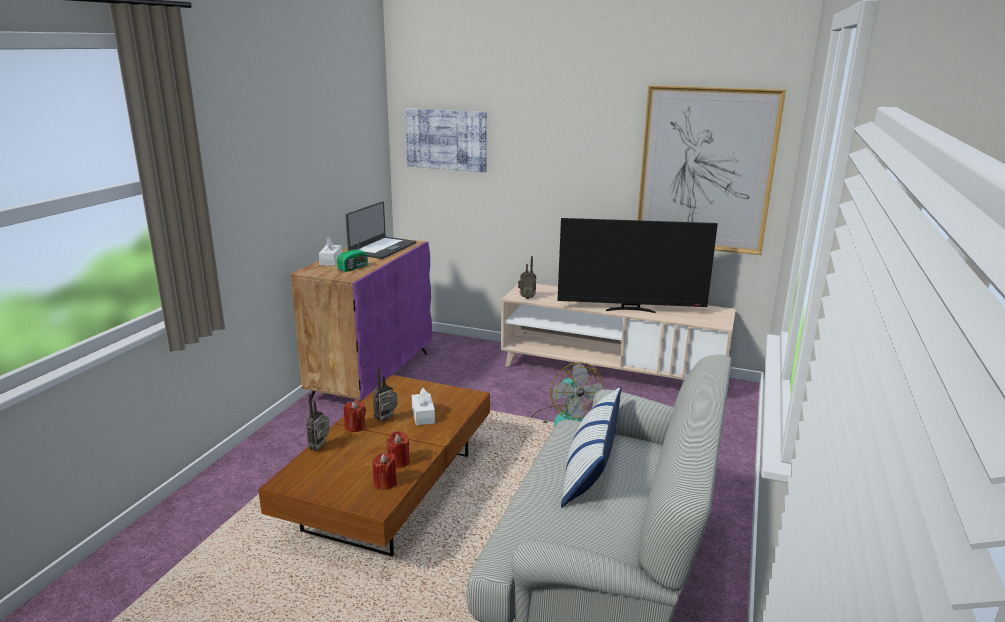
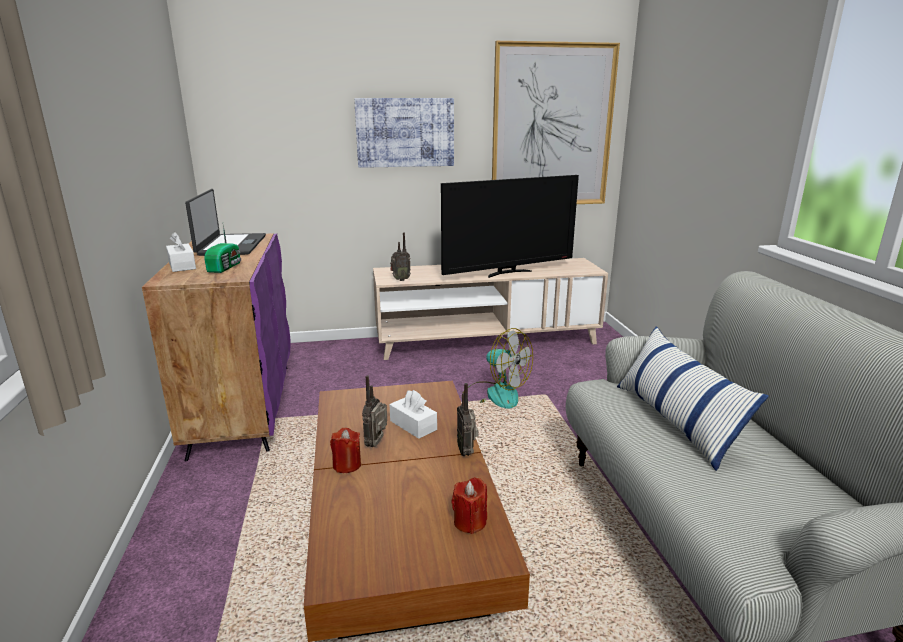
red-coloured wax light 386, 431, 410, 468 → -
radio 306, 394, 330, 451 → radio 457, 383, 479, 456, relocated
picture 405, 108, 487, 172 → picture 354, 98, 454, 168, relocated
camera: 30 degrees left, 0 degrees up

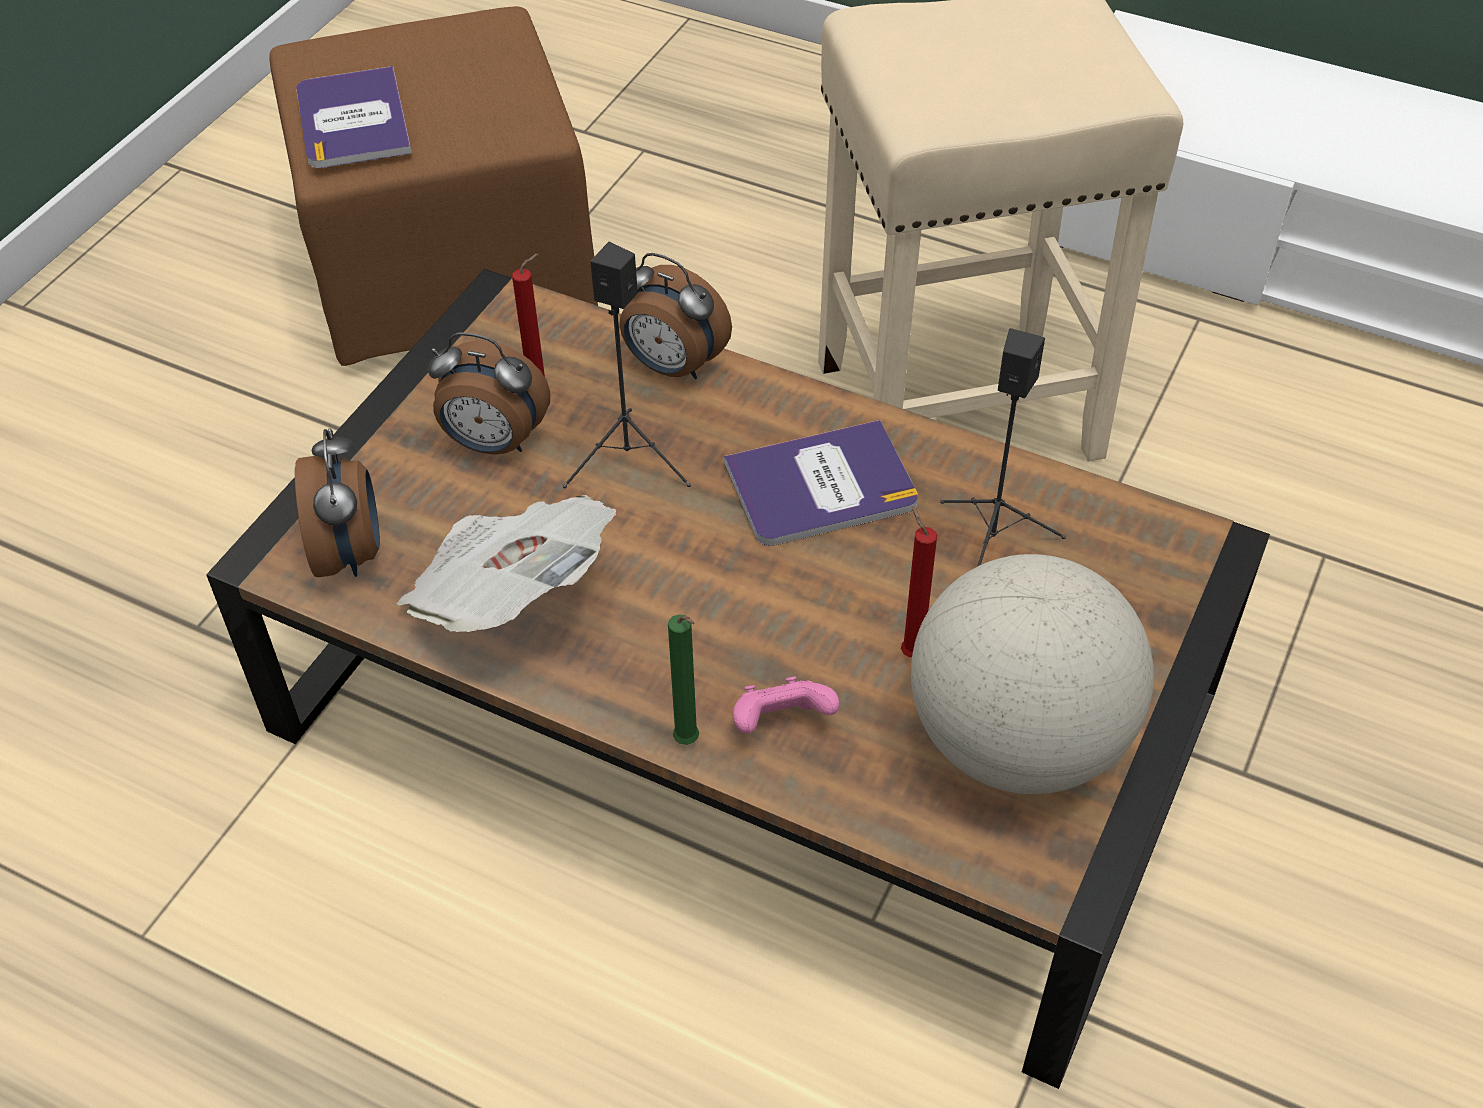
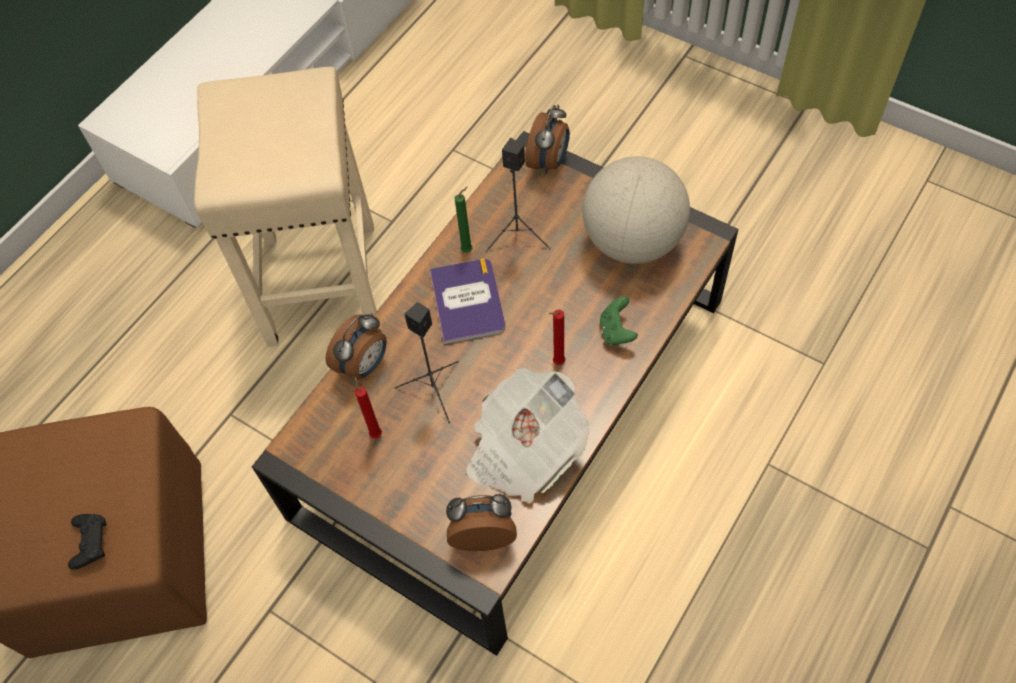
alarm clock 428, 332, 551, 455 → alarm clock 525, 105, 570, 174, relocated
green-coloured wax light 668, 614, 699, 745 → green-coloured wax light 455, 186, 472, 253, relocated
red-coloured wax light 901, 506, 937, 658 → red-coloured wax light 549, 310, 566, 365, relocated
book 296, 66, 412, 168 → blackish gamepad 68, 514, 106, 570
pink-coloured gamepad 733, 677, 840, 733 → green-coloured gamepad 600, 296, 638, 345
camera: 80 degrees left, 10 degrees up

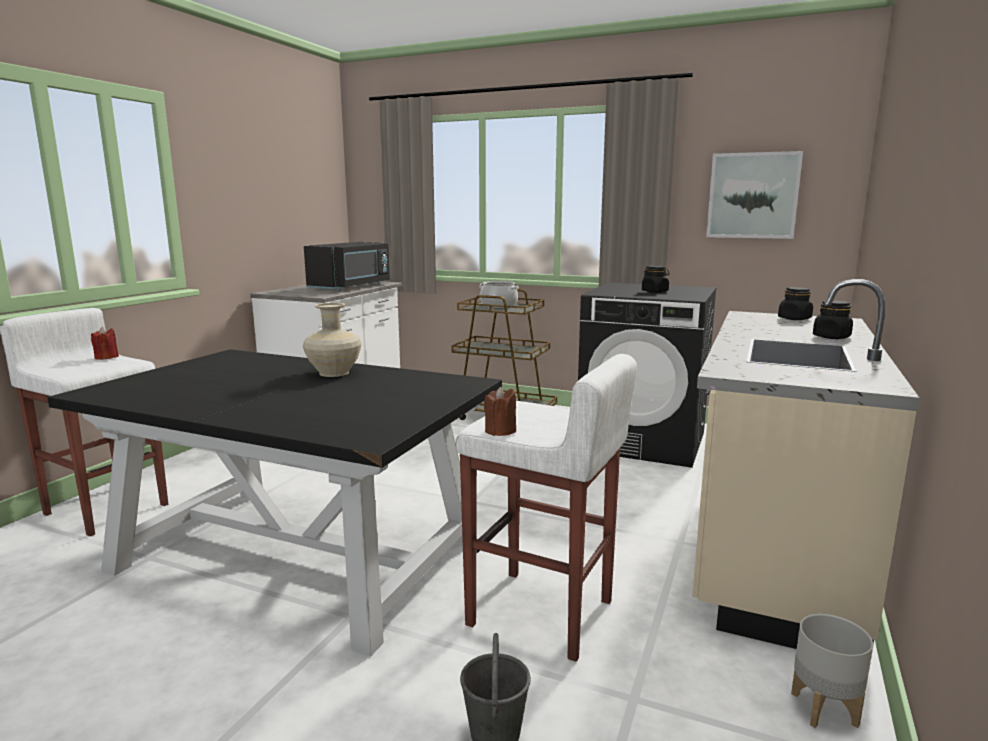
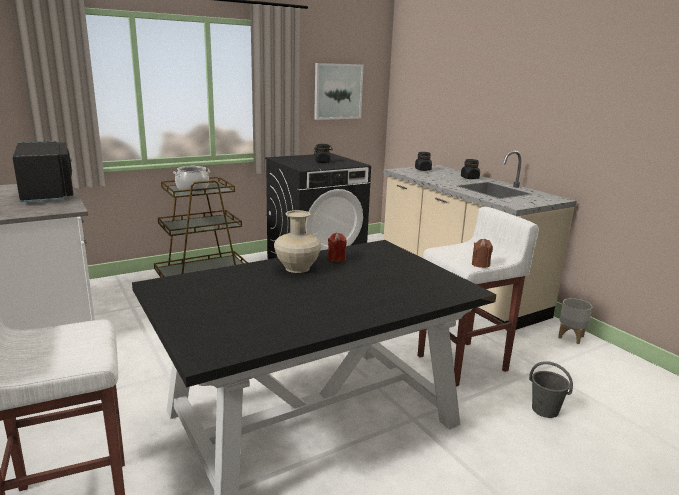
red-coloured wax light 91, 327, 119, 360 → red-coloured wax light 328, 233, 347, 262, relocated
camera: 55 degrees left, 5 degrees up

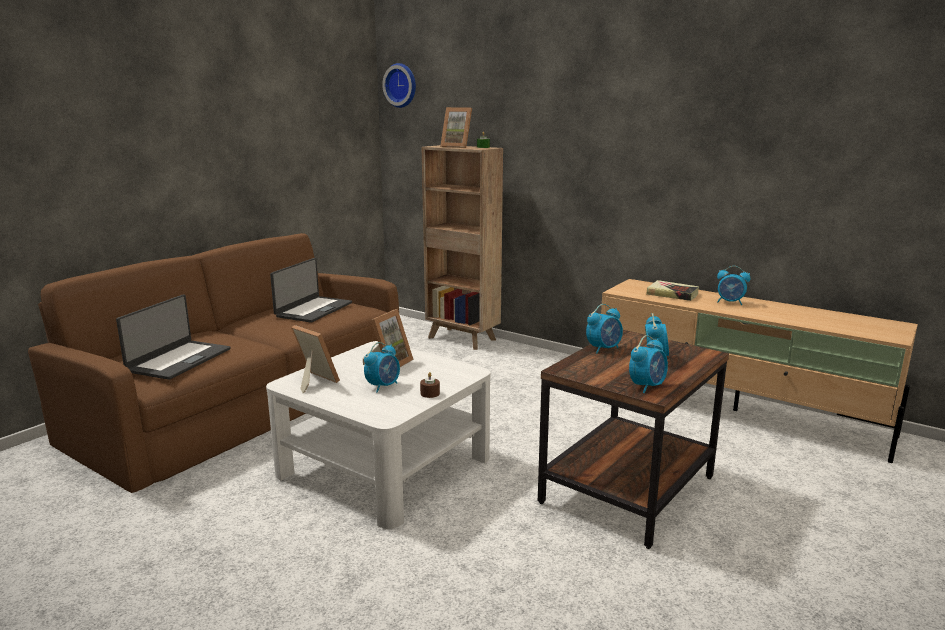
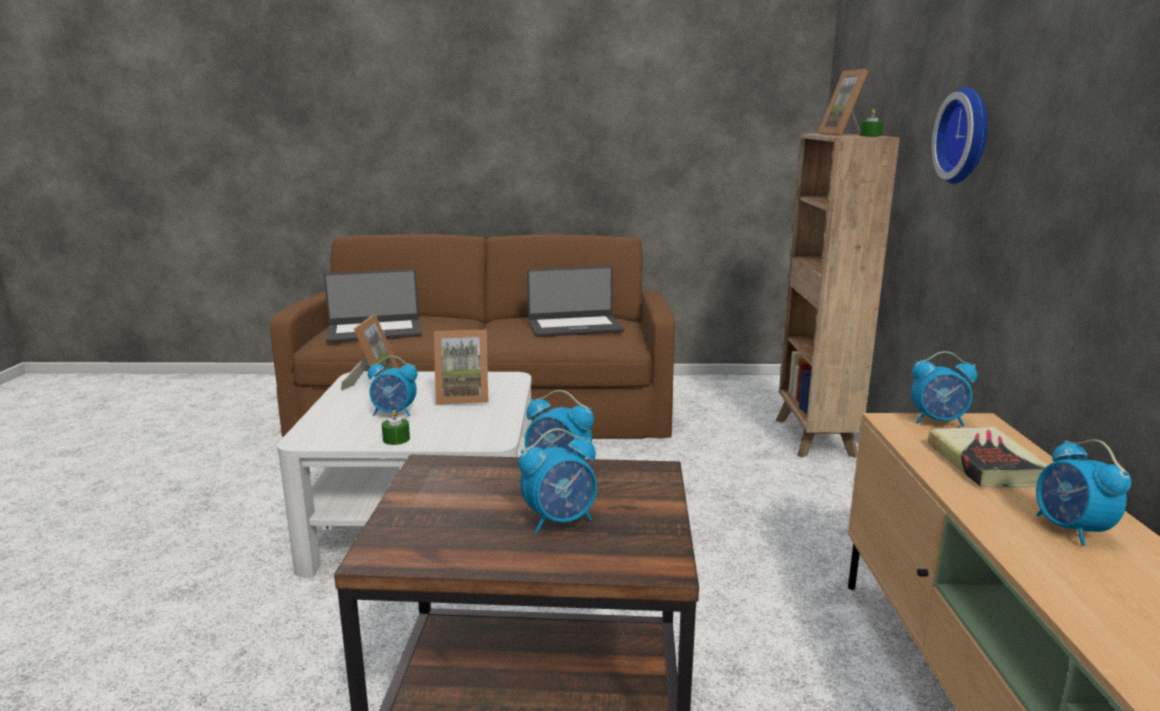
clock on the wall 382, 63, 416, 108 → clock on the wall 932, 87, 988, 184, relocated
alarm clock 629, 335, 668, 393 → alarm clock 911, 351, 977, 427, relocated
brown-coloured wax light 420, 372, 440, 398 → green-coloured wax light 382, 410, 410, 445
camera: 55 degrees right, 0 degrees up

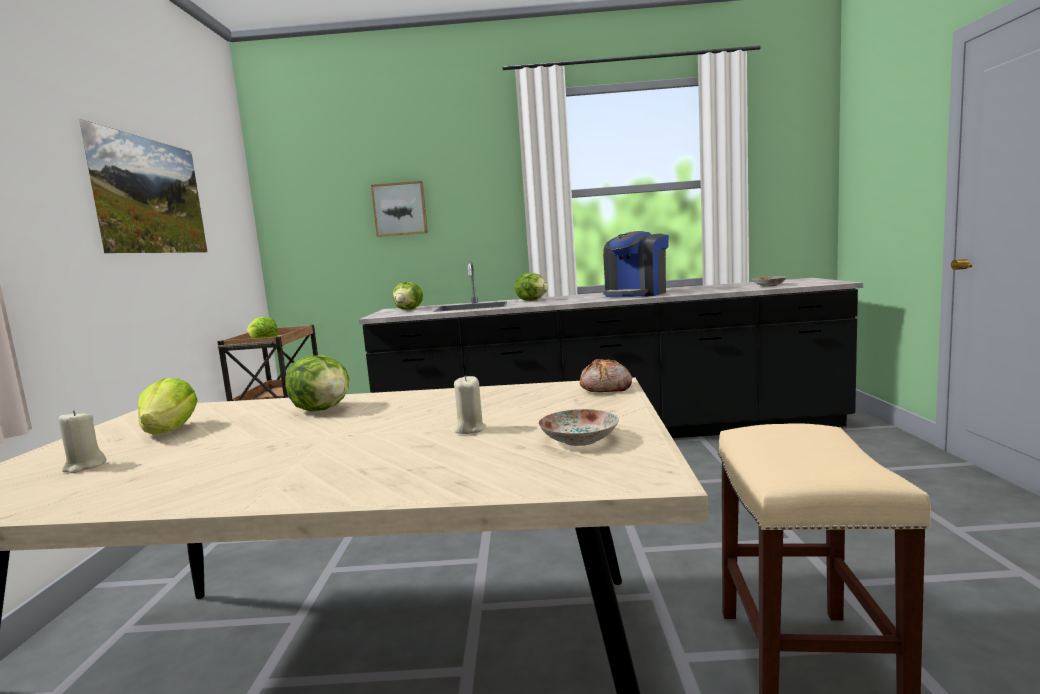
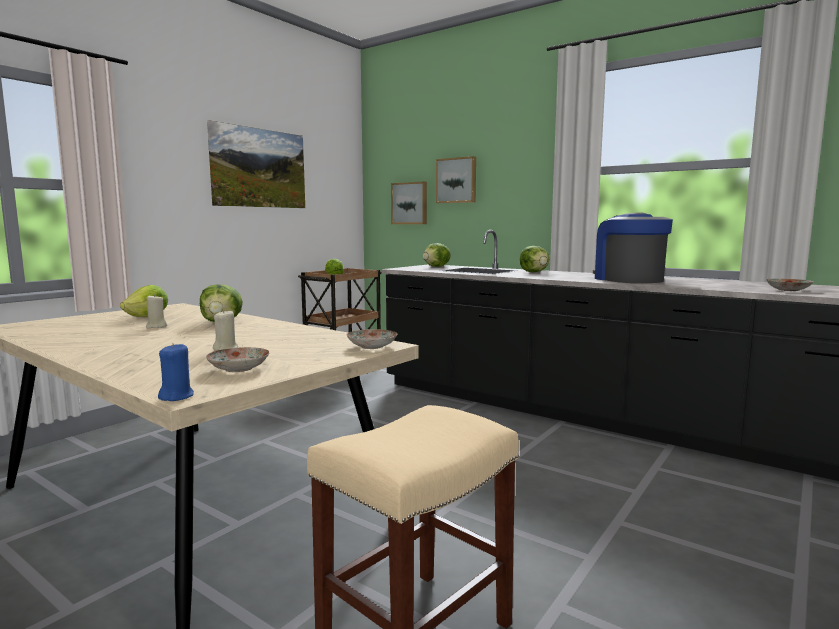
- → bluish wax light 158, 343, 194, 401
- → picture 391, 182, 427, 224
beige wax light 59, 410, 106, 473 → beige wax light 146, 294, 167, 329, relocated
bread 580, 359, 632, 392 → plate 346, 329, 397, 349
coffee maker 603, 231, 669, 297 → coffee maker 593, 212, 673, 283, 90 degrees clockwise
camera: 35 degrees right, 0 degrees up

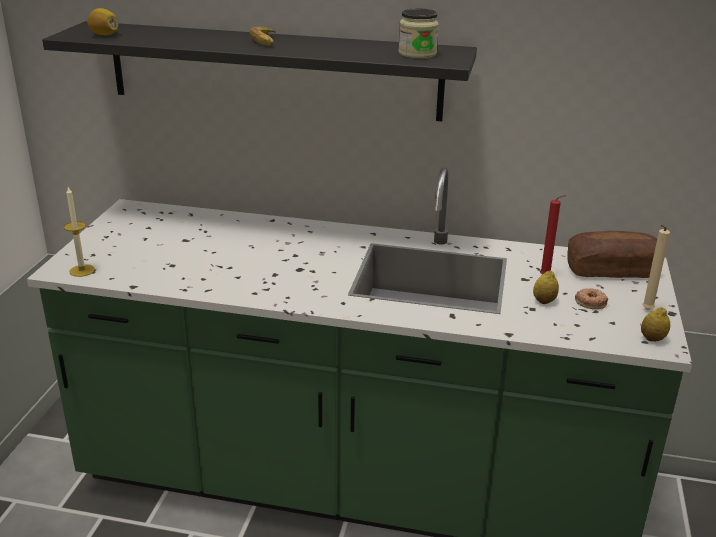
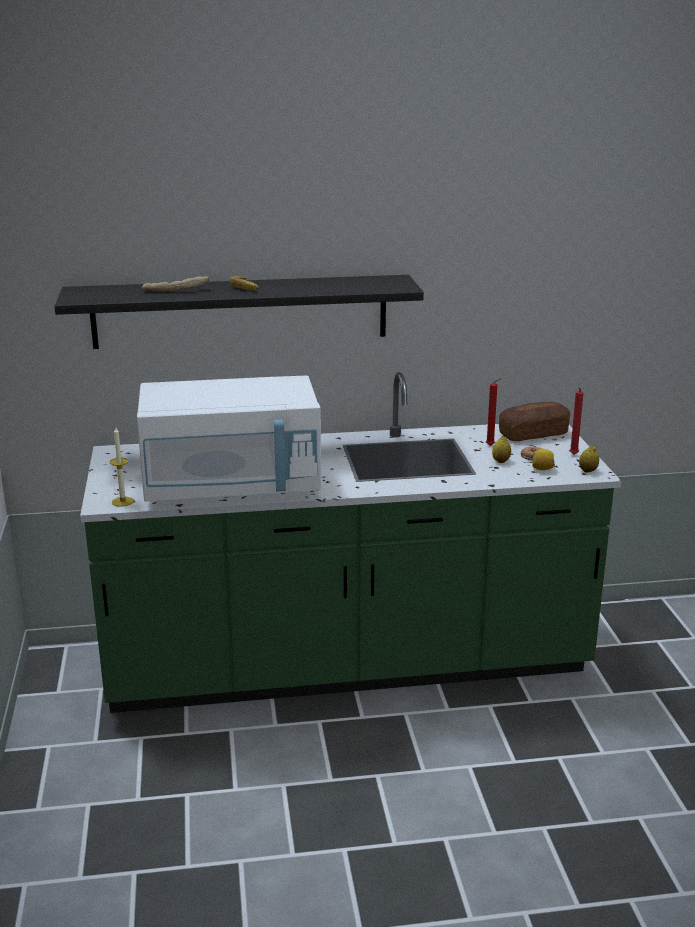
preserve jar 398, 9, 439, 58 → -
- → white-coloured microwave oven 137, 375, 321, 502
- → bread 142, 276, 209, 292
whole lemon 88, 8, 118, 35 → whole lemon 532, 449, 555, 470, relocated
beige wax light 642, 225, 670, 310 → red-coloured wax light 570, 387, 583, 455
camera: 20 degrees left, 5 degrees down

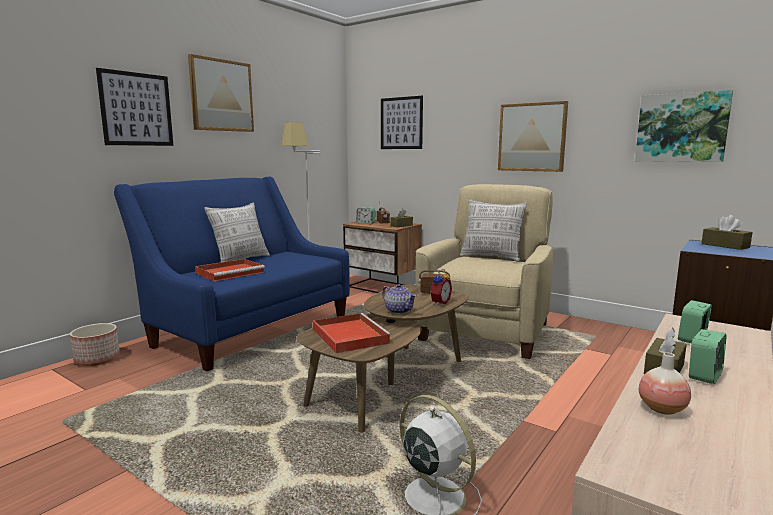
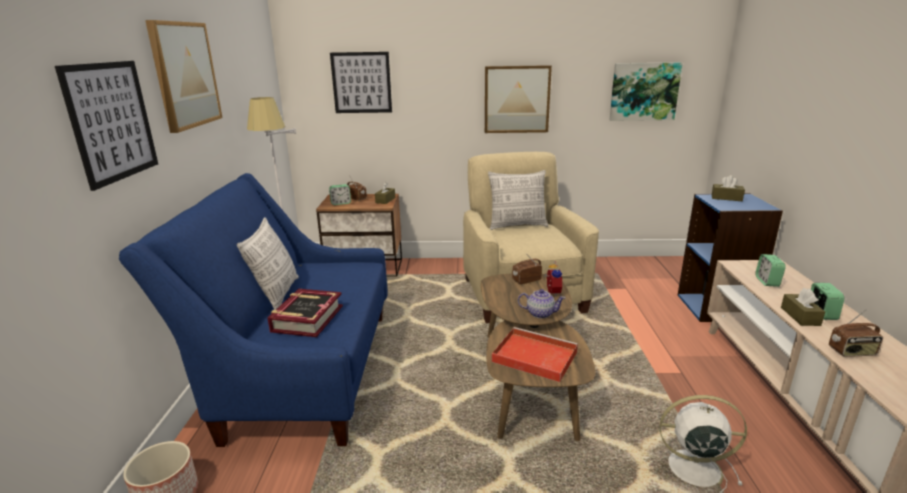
red-coloured tray 195, 259, 265, 282 → book 268, 289, 343, 337
decorative vase 639, 352, 691, 415 → radio 829, 310, 883, 357
camera: 35 degrees left, 10 degrees up

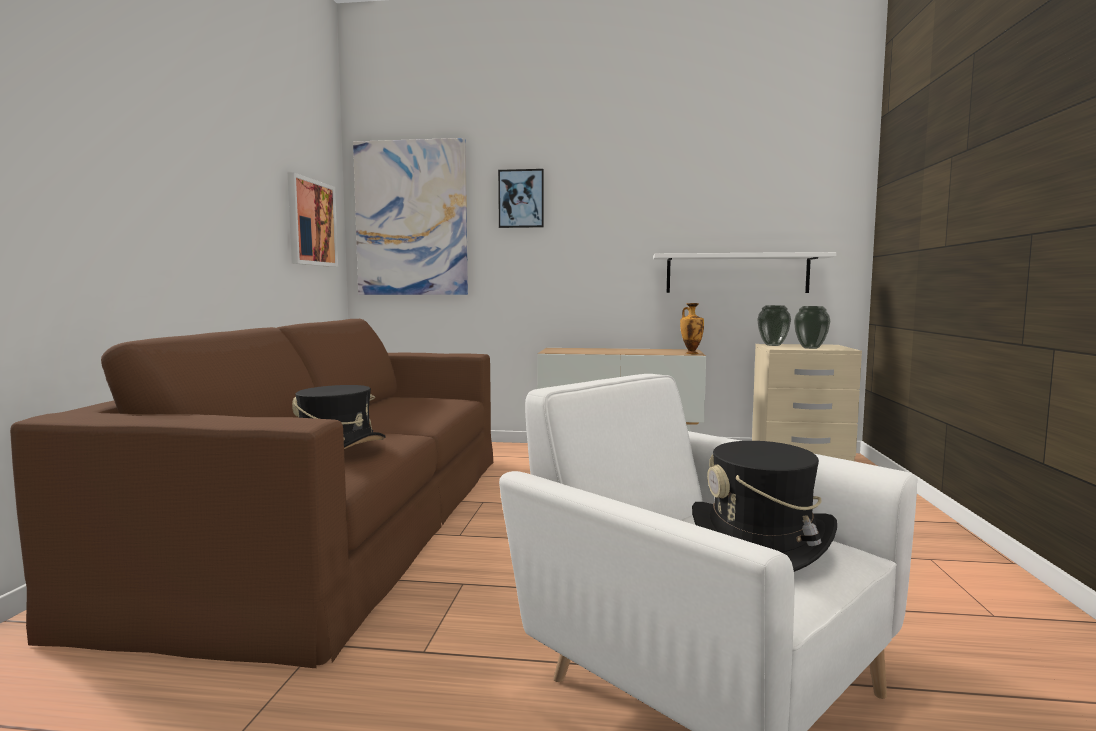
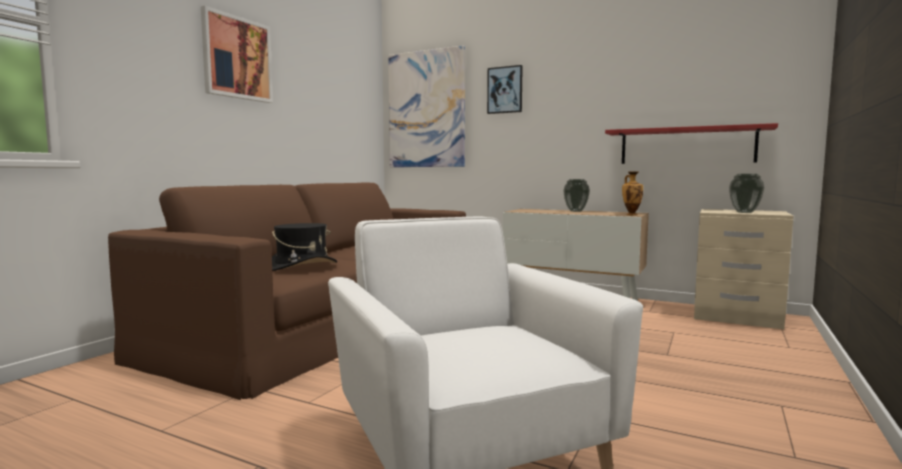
blackish wearable hat 692, 441, 837, 572 → -
picture 288, 172, 338, 267 → picture 201, 6, 273, 103, relocated
decorative vase 757, 305, 791, 346 → decorative vase 563, 179, 590, 212, relocated
white-coloured shelf 653, 252, 836, 293 → red-coloured shelf 605, 123, 778, 164
camera: 20 degrees right, 0 degrees up

